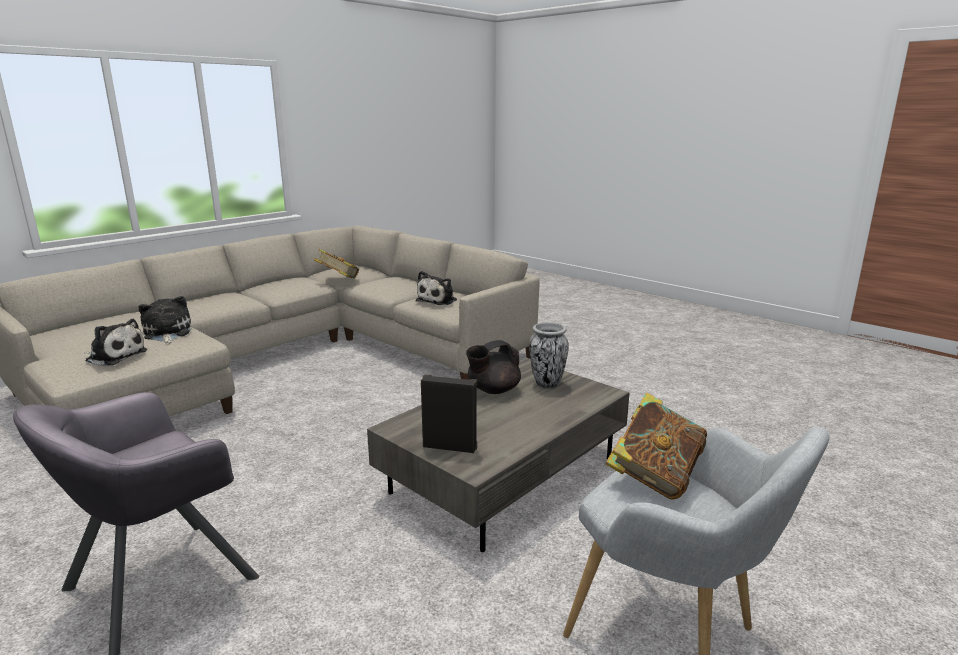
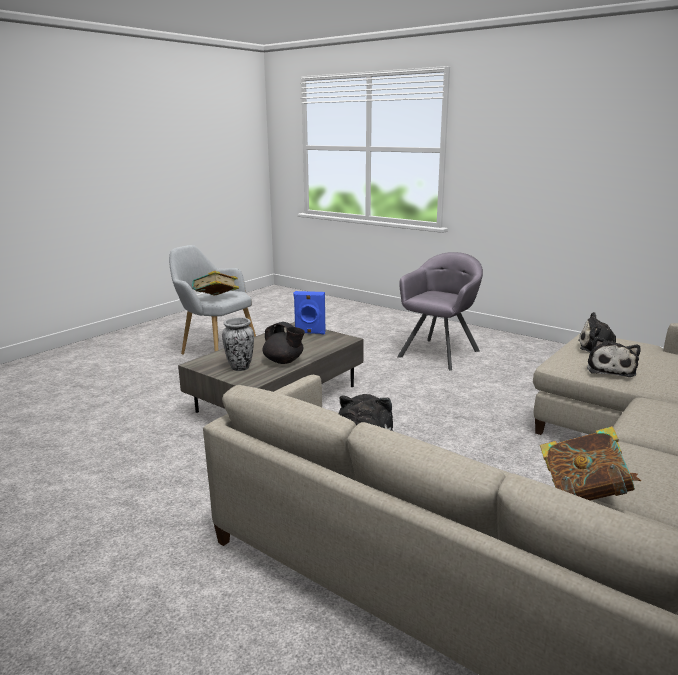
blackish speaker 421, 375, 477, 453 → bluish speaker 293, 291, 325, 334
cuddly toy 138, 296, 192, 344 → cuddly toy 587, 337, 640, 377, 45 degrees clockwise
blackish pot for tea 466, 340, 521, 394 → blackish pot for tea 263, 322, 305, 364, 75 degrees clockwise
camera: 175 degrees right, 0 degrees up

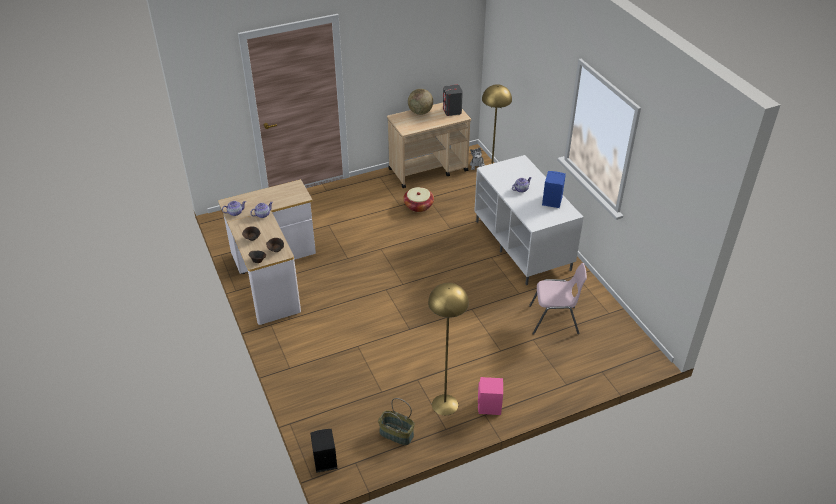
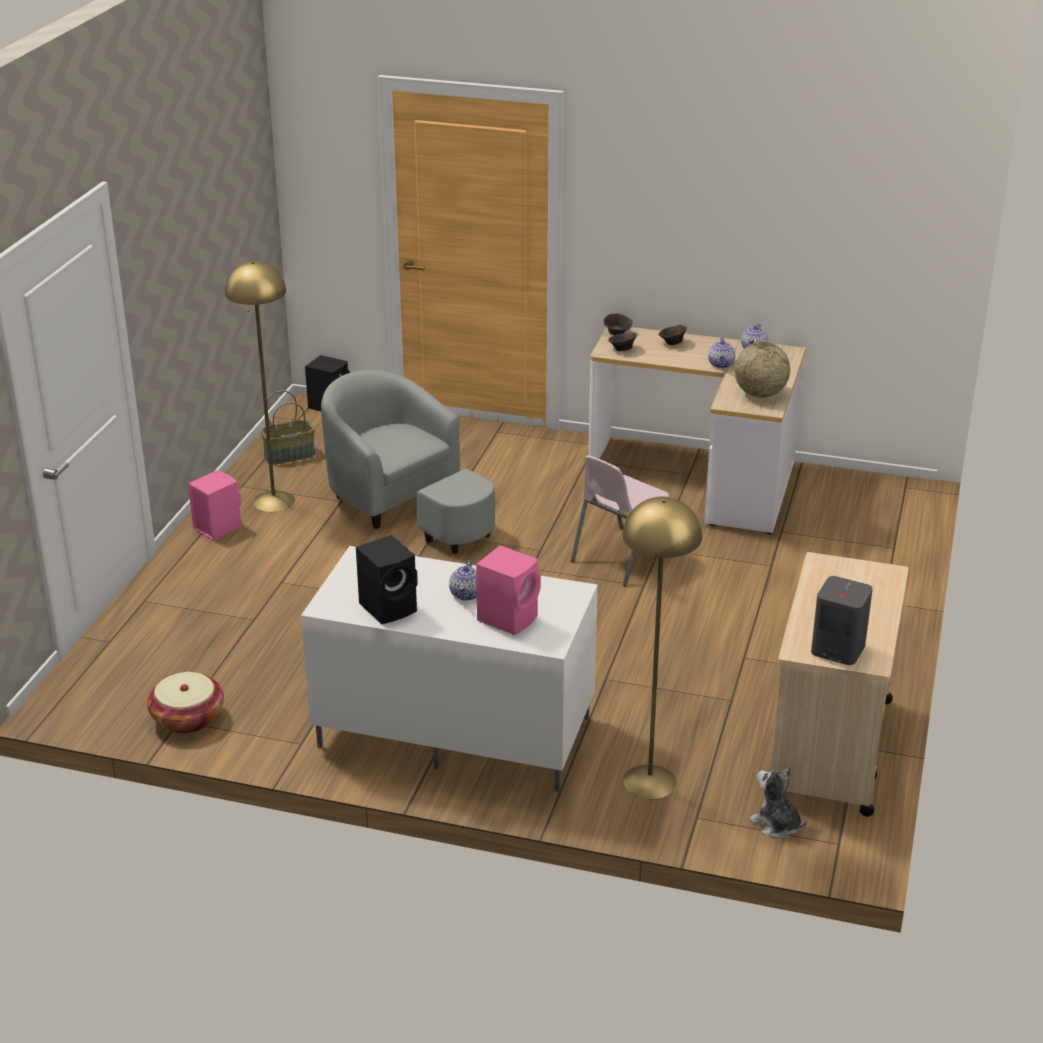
- → gray easy chair 321, 370, 495, 554
- → pink-coloured speaker 476, 546, 541, 635
household basket 403, 187, 434, 212 → household basket 147, 672, 224, 734, relocated
globe 408, 89, 433, 115 → globe 734, 342, 790, 398, relocated
pink-coloured chair 529, 263, 587, 335 → pink-coloured chair 571, 455, 670, 586, relocated
bluish speaker 542, 171, 566, 208 → blackish speaker 356, 535, 418, 624
camera: 130 degrees right, 10 degrees down

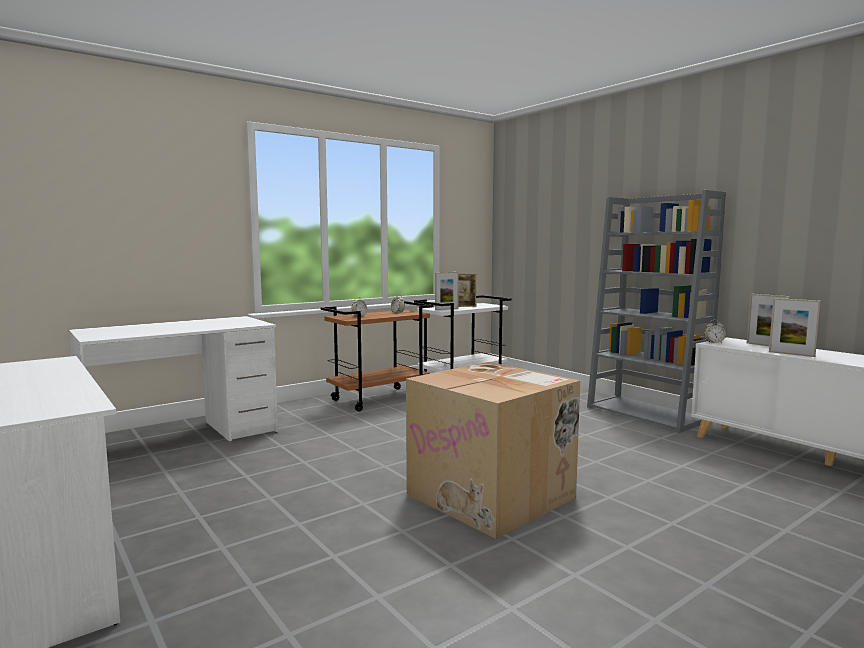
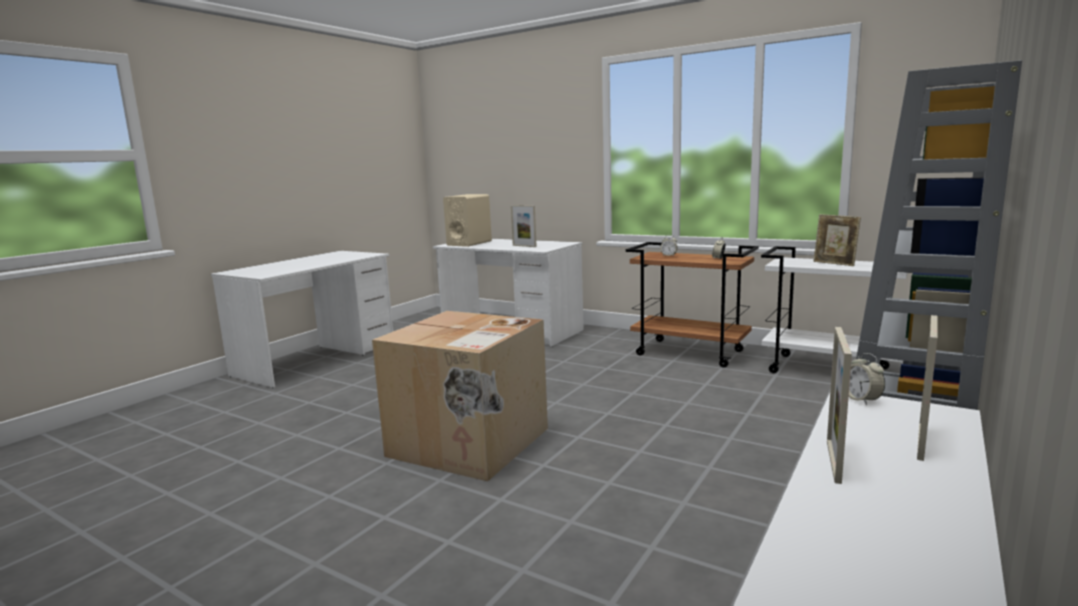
- → beige speaker 443, 194, 492, 247
standing frame 435, 272, 459, 310 → standing frame 511, 205, 537, 247, relocated
camera: 70 degrees right, 5 degrees up

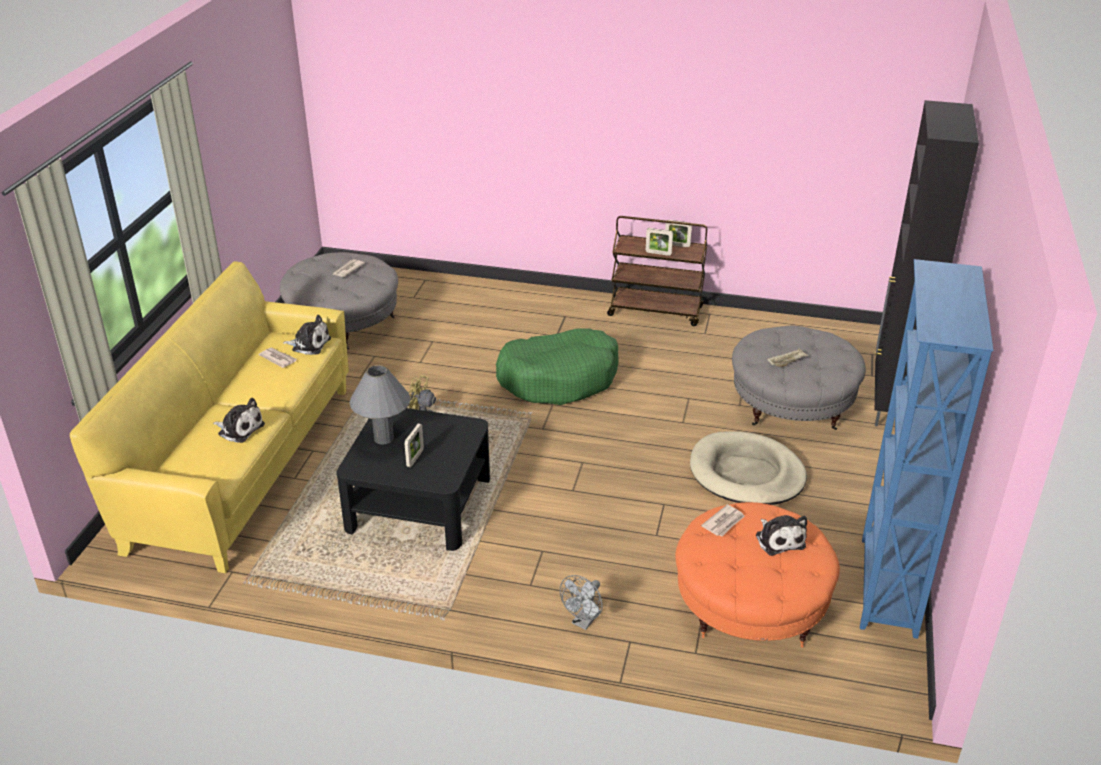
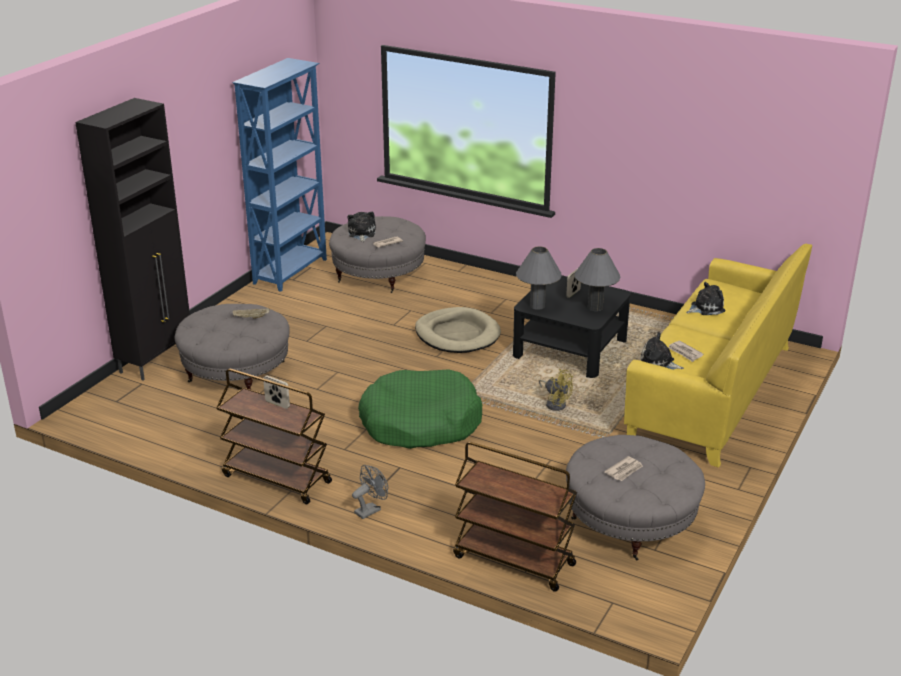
standing frame 665, 220, 692, 247 → -
- → brown-coloured trolley 453, 442, 577, 592
- → gray tabletop lamp 516, 246, 562, 310
gray electric fan 560, 575, 603, 630 → gray electric fan 352, 465, 388, 519, relocated
beige dog cushion 690, 431, 807, 505 → beige dog cushion 415, 307, 501, 353, relocated
orangey footrest 675, 502, 840, 648 → gray footrest 329, 216, 426, 293
cuddly toy 213, 398, 265, 443 → cuddly toy 686, 282, 725, 315, 120 degrees clockwise
camera: 165 degrees left, 5 degrees down

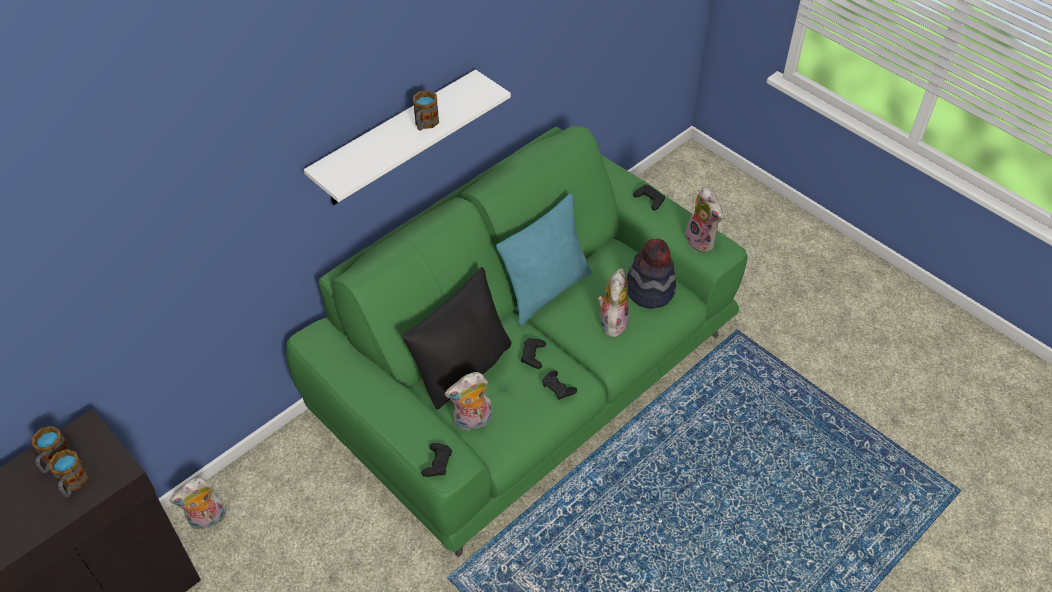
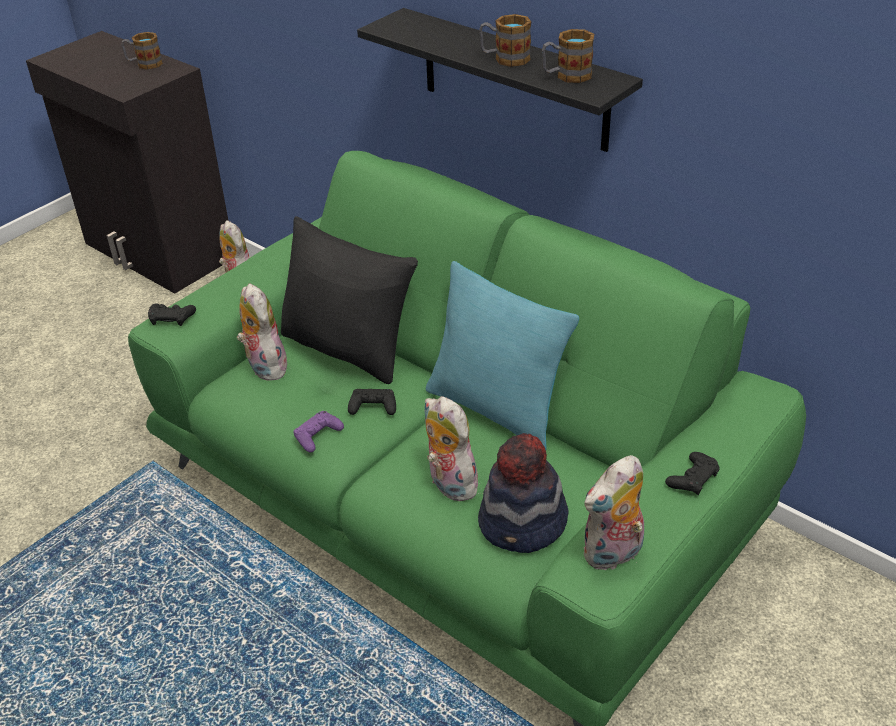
tea mug 49, 449, 89, 497 → tea mug 542, 29, 594, 83, relocated
white-coloured shelf 304, 70, 511, 205 → blackish shelf 357, 8, 643, 152
blackish gamepad 542, 370, 577, 400 → purple gamepad 293, 411, 344, 453
cuddly toy 598, 268, 629, 337 → cuddly toy 425, 396, 478, 501, 135 degrees counterclockwise
camera: 85 degrees right, 10 degrees down

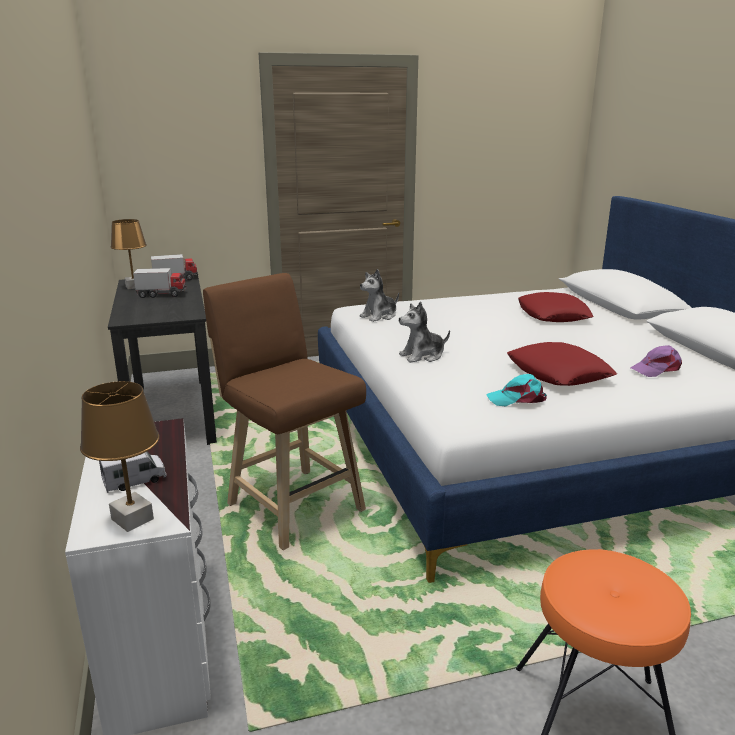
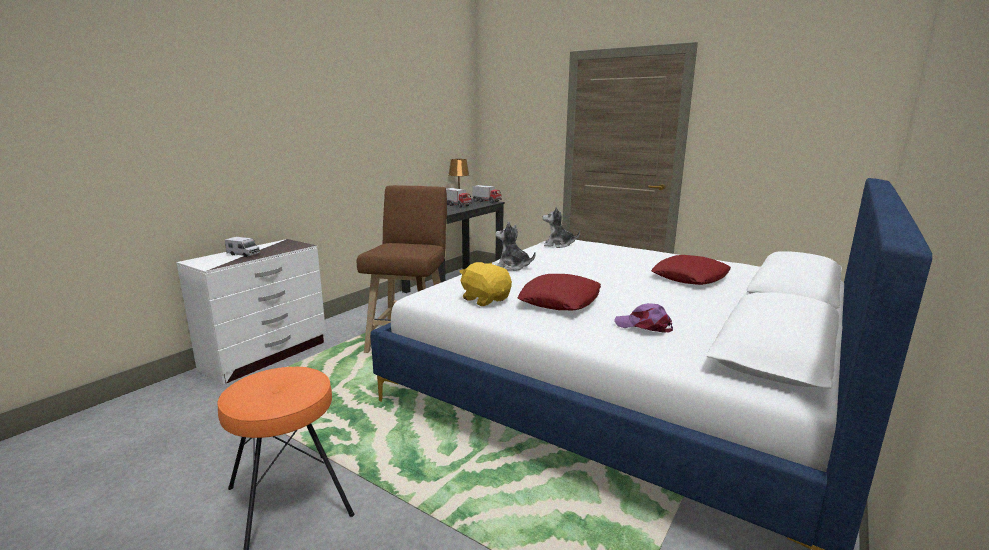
brown-coloured tabletop lamp 80, 381, 160, 532 → -
blue-green peaked cap 487, 374, 547, 406 → yellow cuddly toy 459, 262, 512, 306
camera: 50 degrees right, 5 degrees down

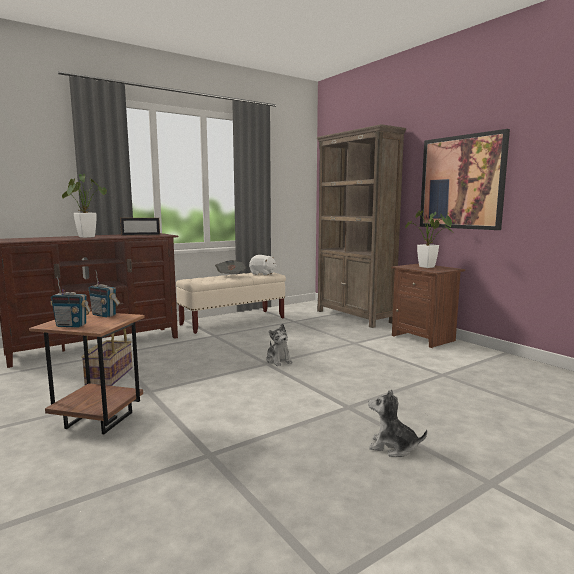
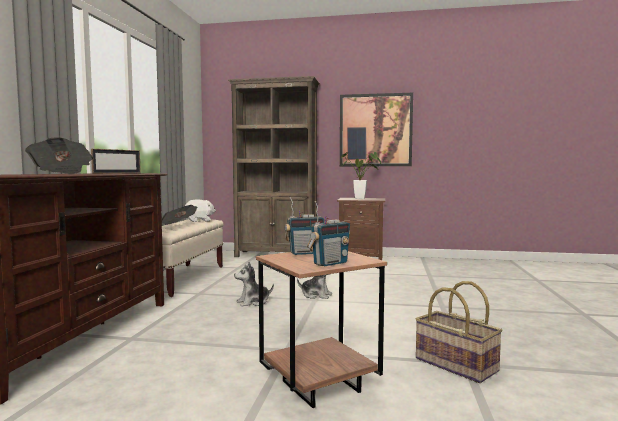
household basket 81, 328, 132, 386 → household basket 416, 281, 503, 383, relocated
cuddly toy 368, 390, 427, 457 → cuddly toy 234, 262, 274, 307, relocated
plant in a pot 62, 174, 107, 238 → printed paper 25, 137, 93, 174
camera: 45 degrees left, 5 degrees down

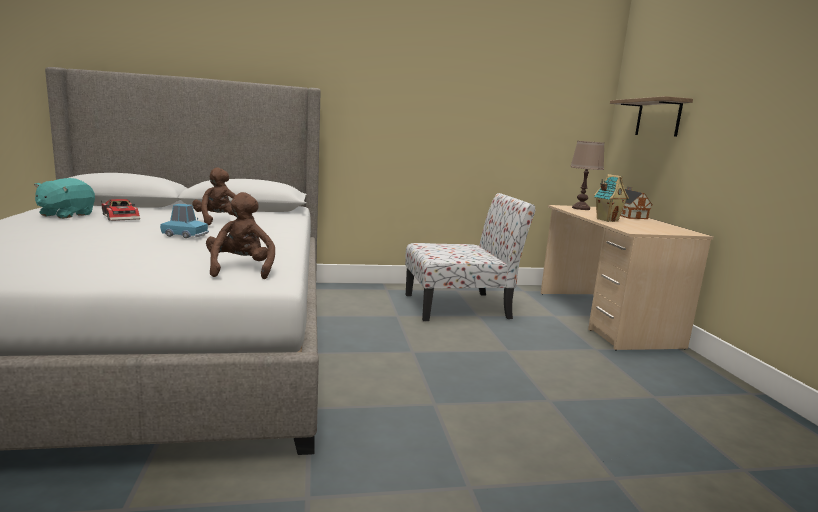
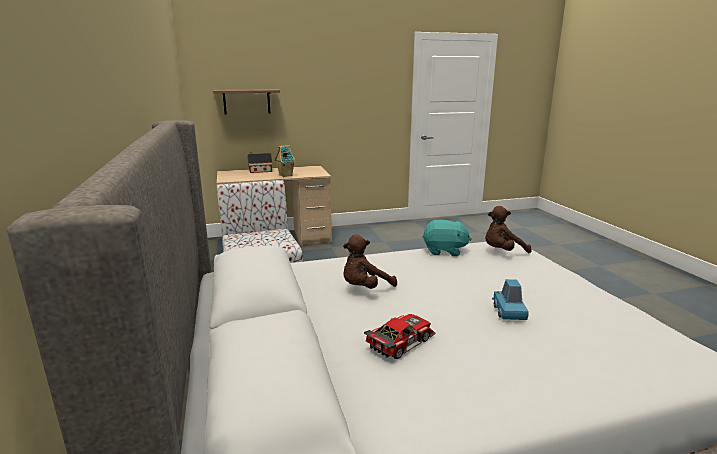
brown-coloured tabletop lamp 570, 141, 605, 210 → -
blue-green cuddly toy 34, 178, 95, 219 → blue-green cuddly toy 422, 220, 472, 256, relocated
bluish miniature car 160, 204, 209, 238 → bluish miniature car 492, 279, 529, 320, relocated
camera: 95 degrees left, 5 degrees up

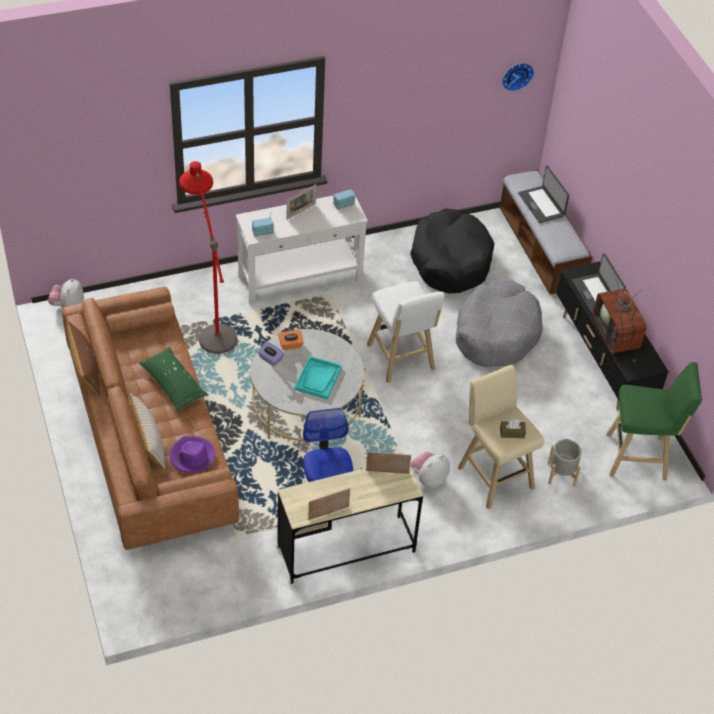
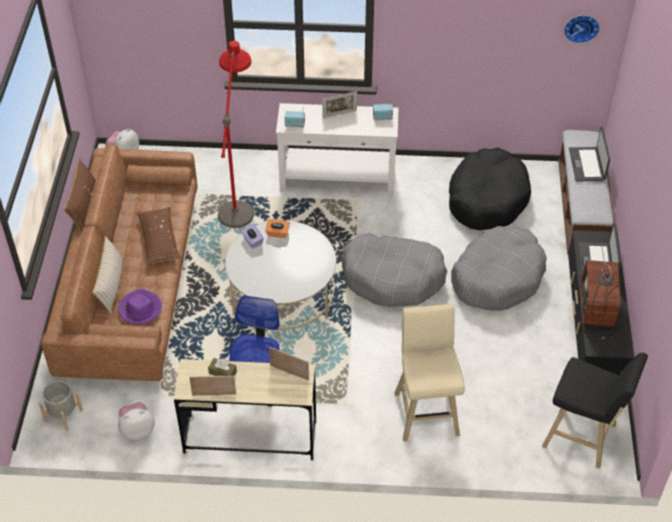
blue-green tray 294, 356, 342, 400 → -
cuddly toy 410, 451, 450, 488 → cuddly toy 118, 402, 155, 441, relocated
brown-coloured tissue holder 500, 419, 526, 438 → brown-coloured tissue holder 208, 358, 237, 376, relocated
gray flower pot 548, 439, 582, 486 → gray flower pot 39, 380, 83, 431, relocated
white-coloured sitting stool 367, 281, 445, 383 → gray dog cushion 342, 233, 447, 307
green-coloured cushion 139, 347, 209, 411 → brown-coloured cushion 137, 207, 181, 265
green-coloured sitting stool 606, 362, 702, 481 → blackish sitting stool 542, 353, 648, 469
camera: 25 degrees right, 0 degrees up

